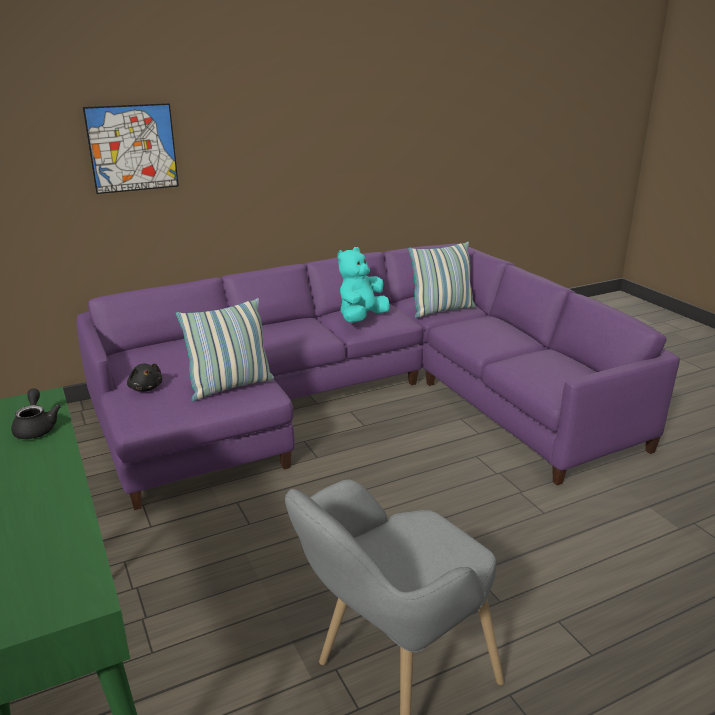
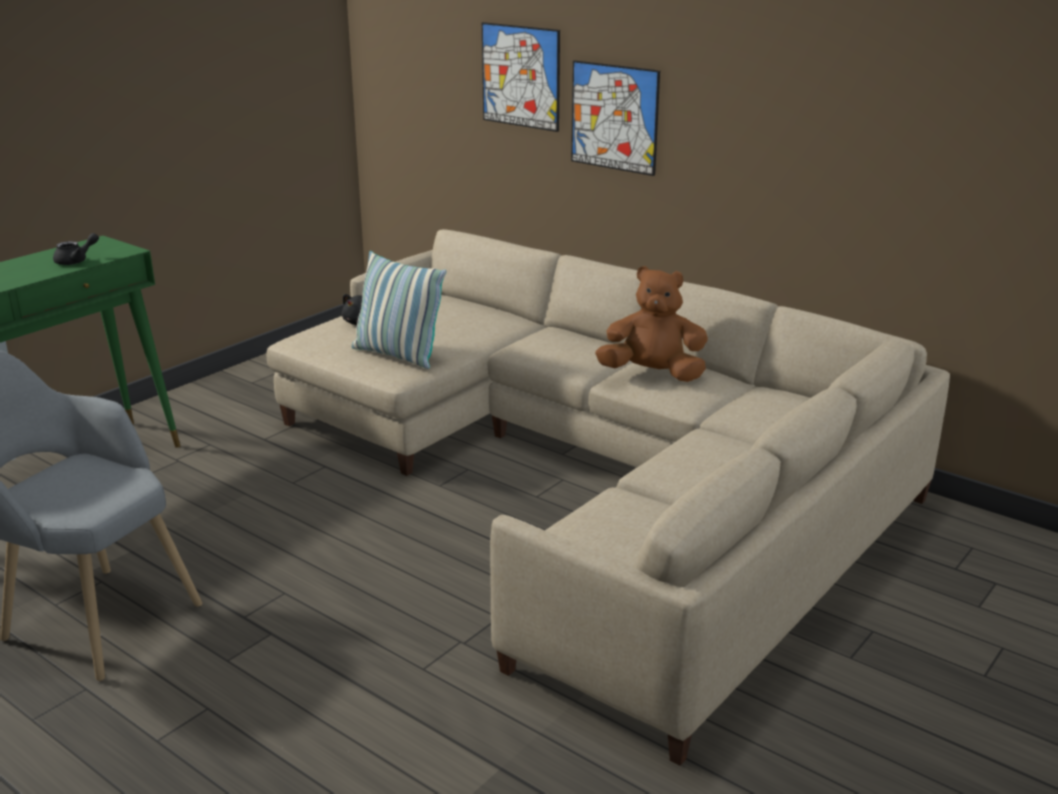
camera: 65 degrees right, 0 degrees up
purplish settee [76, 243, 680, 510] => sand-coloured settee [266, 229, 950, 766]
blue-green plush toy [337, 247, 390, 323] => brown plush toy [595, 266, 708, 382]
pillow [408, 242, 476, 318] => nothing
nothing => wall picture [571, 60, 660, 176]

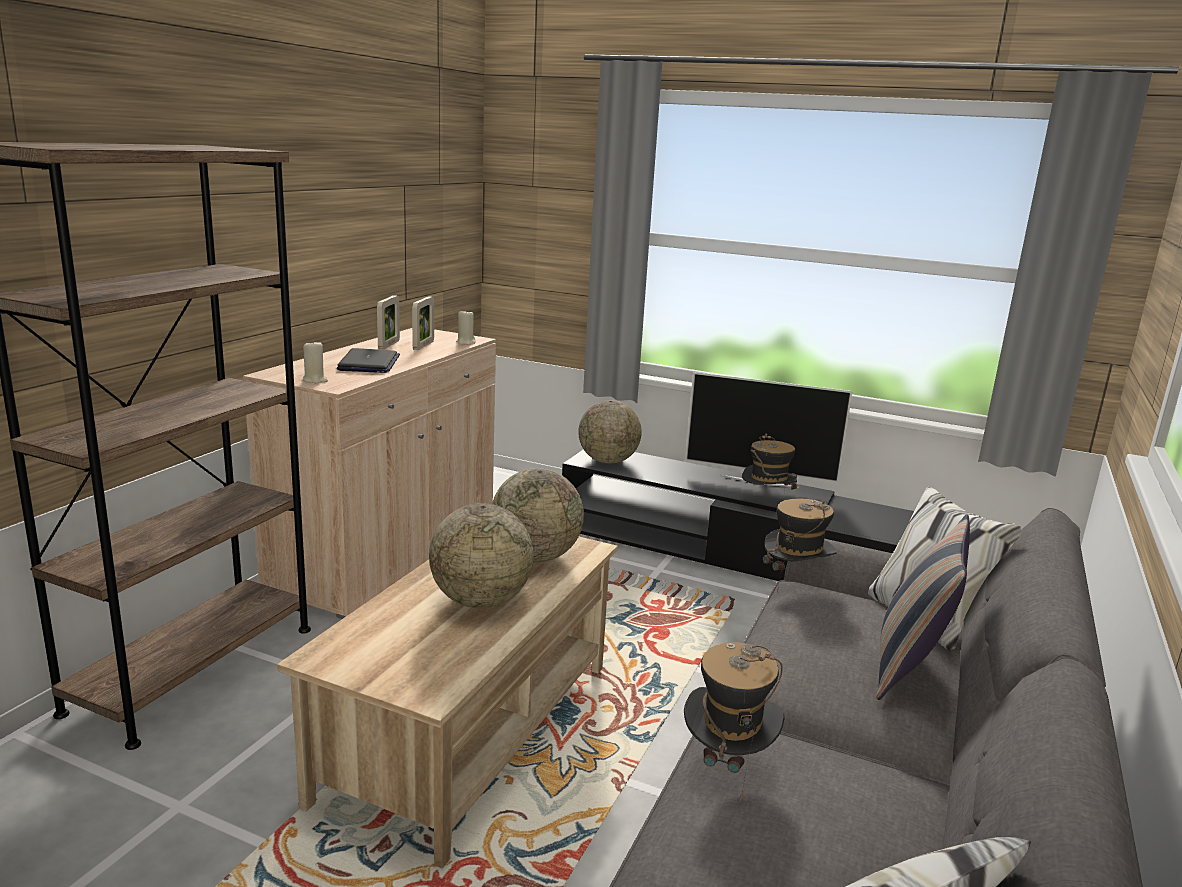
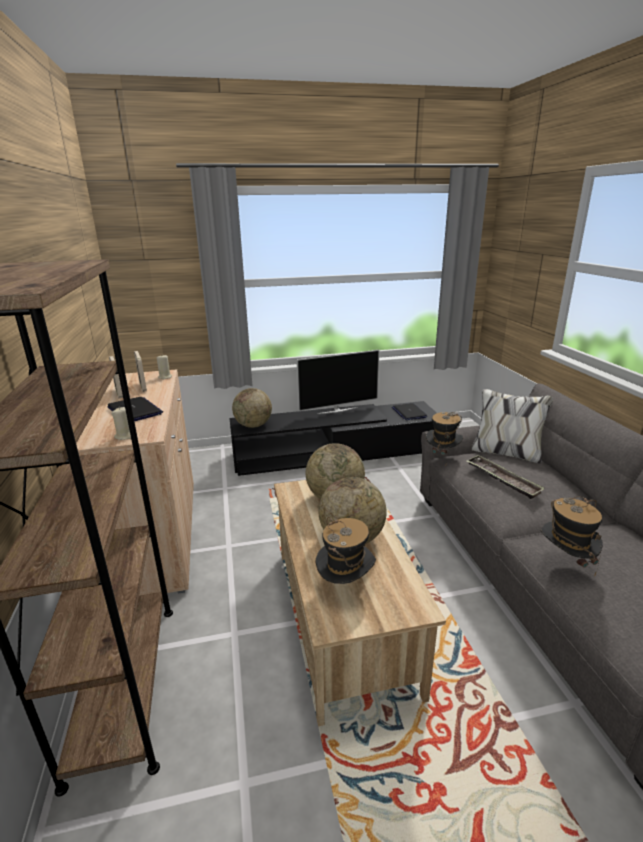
camera: 35 degrees left, 5 degrees up
clothing hat [742, 434, 797, 495] => clothing hat [316, 517, 376, 584], shifted
pillow [876, 514, 970, 700] => nothing
nothing => notebook computer [392, 403, 427, 420]
nothing => carrying tray [467, 455, 545, 499]

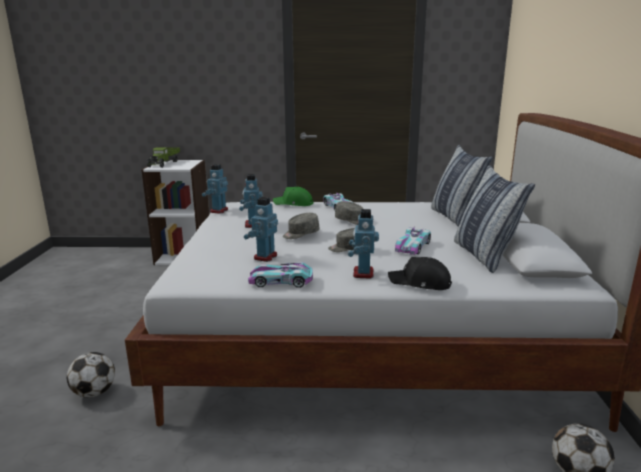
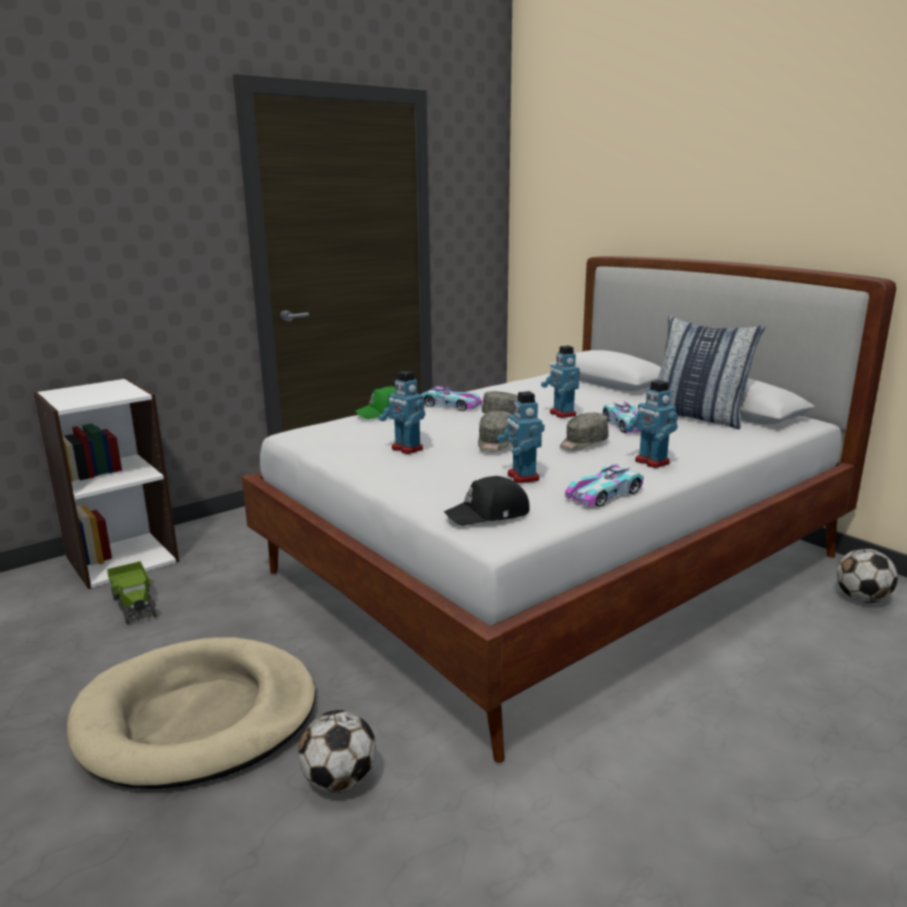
camera: 40 degrees left, 0 degrees up
model truck [146, 147, 180, 168] => model truck [107, 561, 157, 624], shifted
robot figure [202, 164, 228, 214] => robot figure [541, 345, 580, 418], shifted
black-coloured cap [388, 257, 452, 290] => black-coloured cap [444, 476, 530, 526], shifted
pillow [431, 145, 493, 226] => nothing
nothing => sand-coloured dog cushion [67, 637, 316, 789]

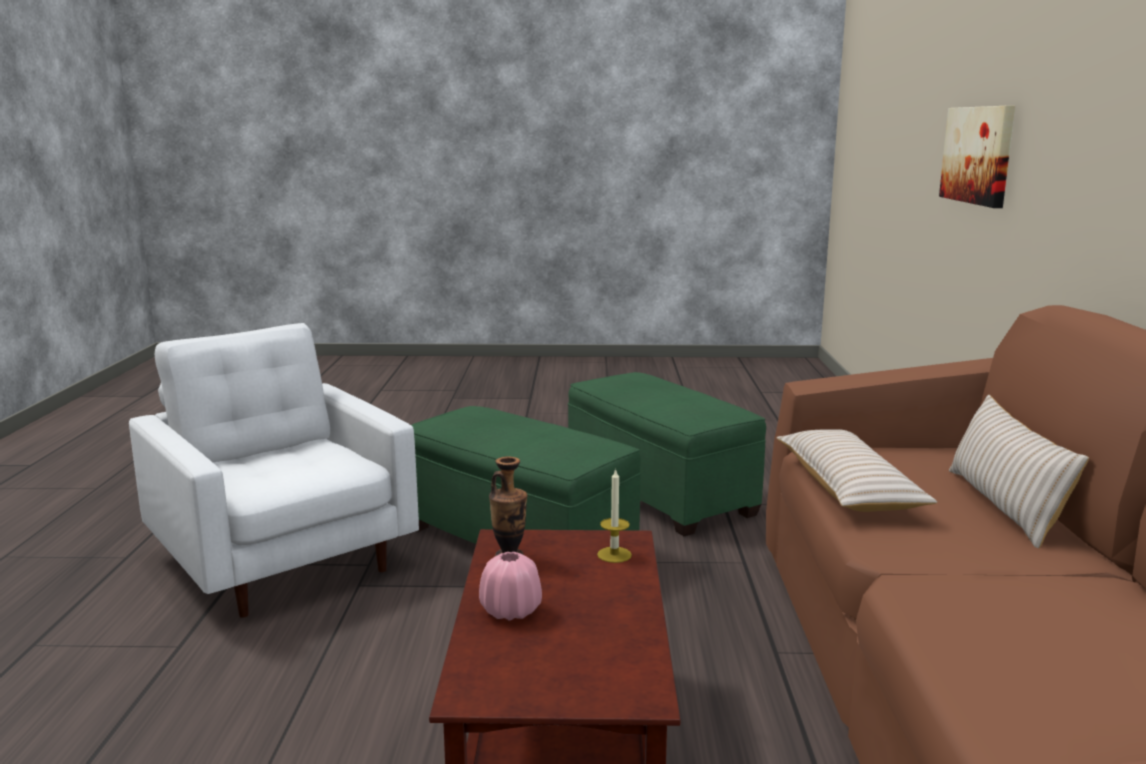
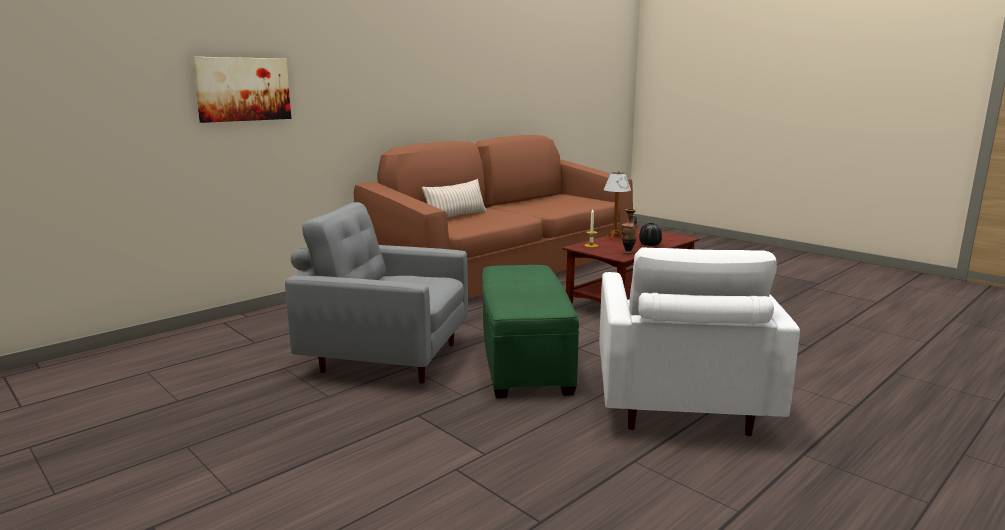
camera: 135 degrees left, 0 degrees up
pink-coloured decorative vase [479, 552, 542, 621] => black-coloured decorative vase [639, 223, 662, 246]
green-coloured pouffe [568, 372, 766, 536] => gray lounge chair [285, 202, 468, 384]
sand-coloured pillow [777, 429, 937, 512] => nothing
nothing => lamp for a table [604, 171, 631, 240]

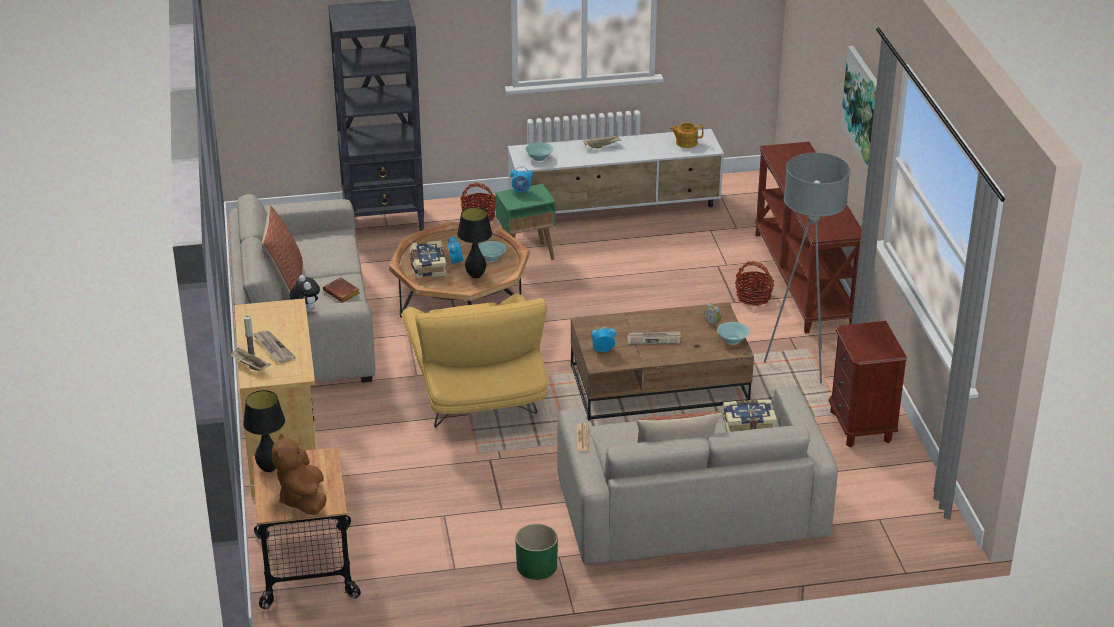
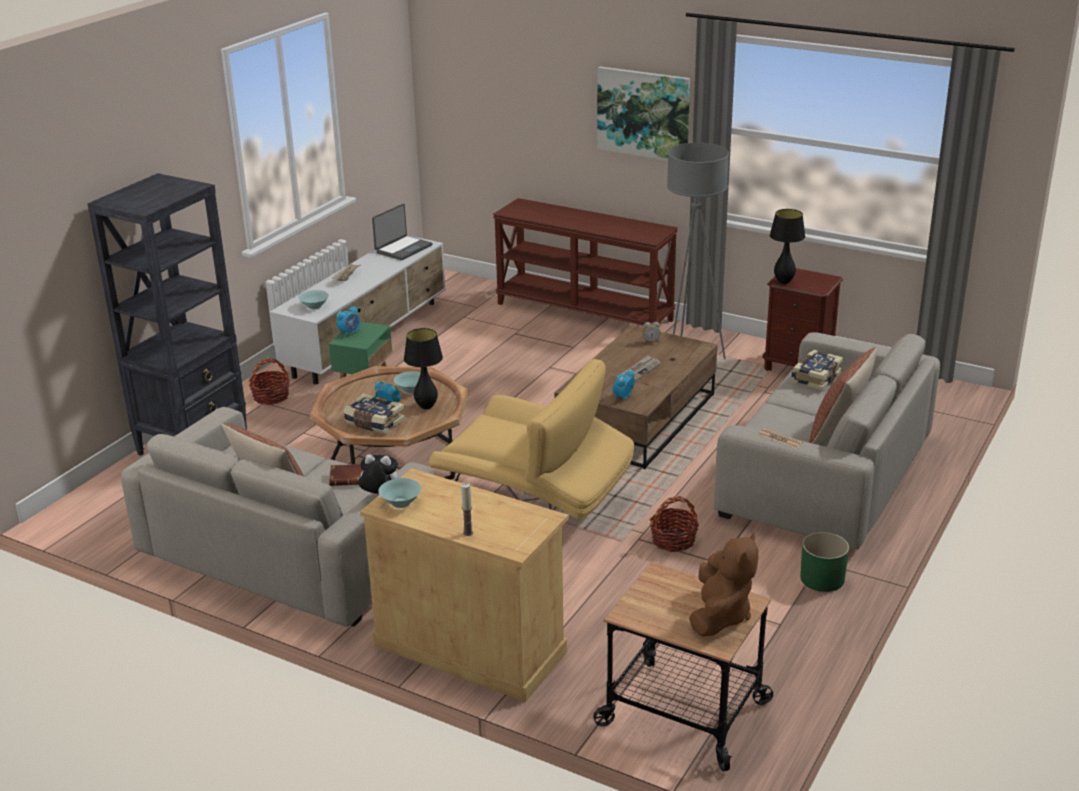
camera: 50 degrees left, 5 degrees down
sand-coloured carrying tray [229, 347, 271, 371] => nothing
black-coloured lamp for a table [243, 390, 285, 472] => black-coloured lamp for a table [770, 209, 805, 284], shifted
printed paper [253, 330, 296, 363] => nothing
brown plush toy [272, 433, 327, 515] => brown plush toy [689, 533, 758, 637], 105 degrees counterclockwise
tea pot [670, 123, 704, 148] => notebook computer [372, 204, 433, 260]
blue-green serving bowl [717, 322, 749, 344] => blue-green serving bowl [378, 478, 421, 508], shifted
basket [735, 261, 774, 306] => basket [650, 496, 699, 552], shifted

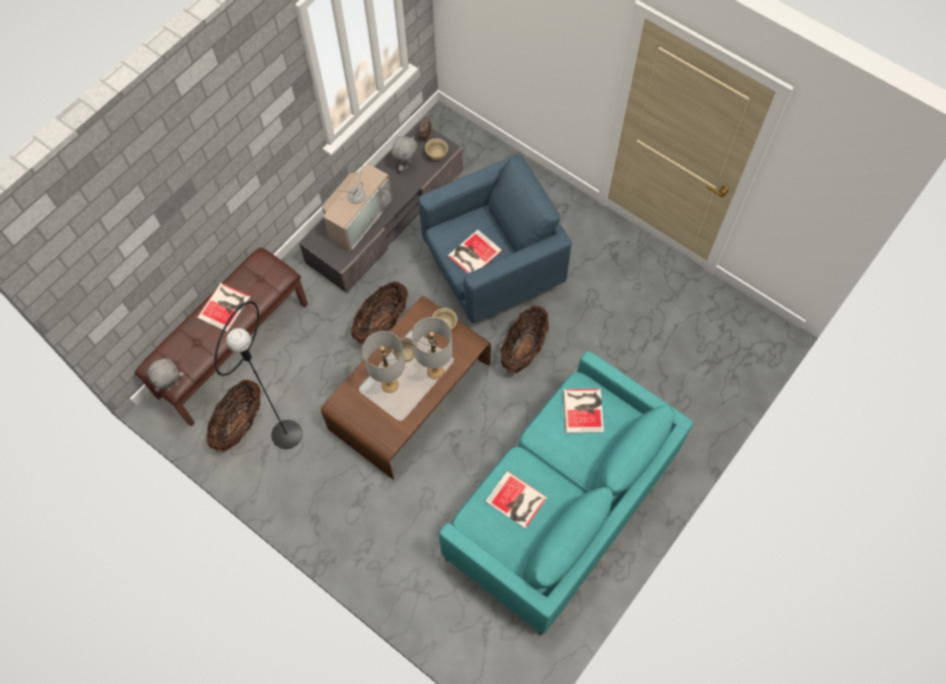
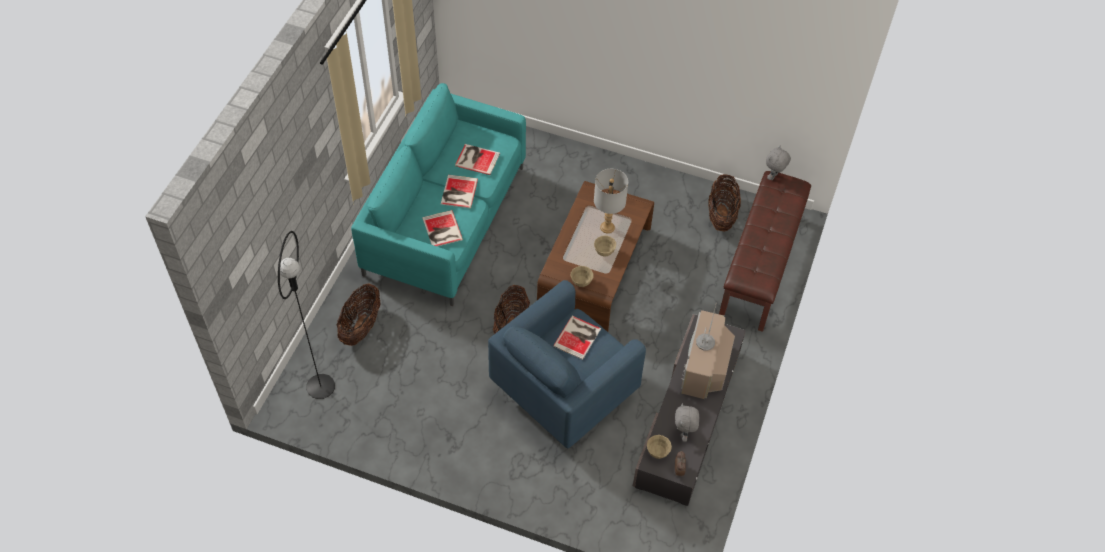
camera: 160 degrees right, 10 degrees down
book [197, 283, 250, 332] => book [441, 175, 478, 208], shifted
black-coloured standing lamp [214, 301, 302, 449] => black-coloured standing lamp [278, 231, 335, 399], shifted
basket [351, 282, 408, 344] => basket [337, 283, 381, 346], shifted
gray lamp for a table [412, 317, 453, 379] => nothing

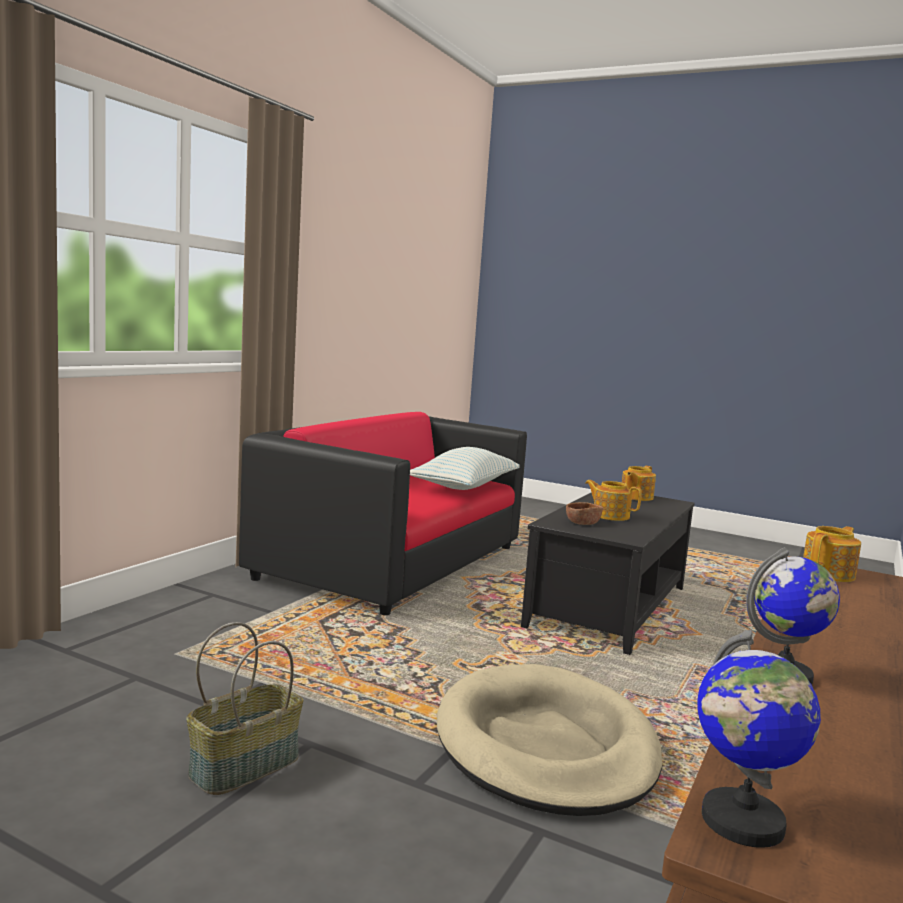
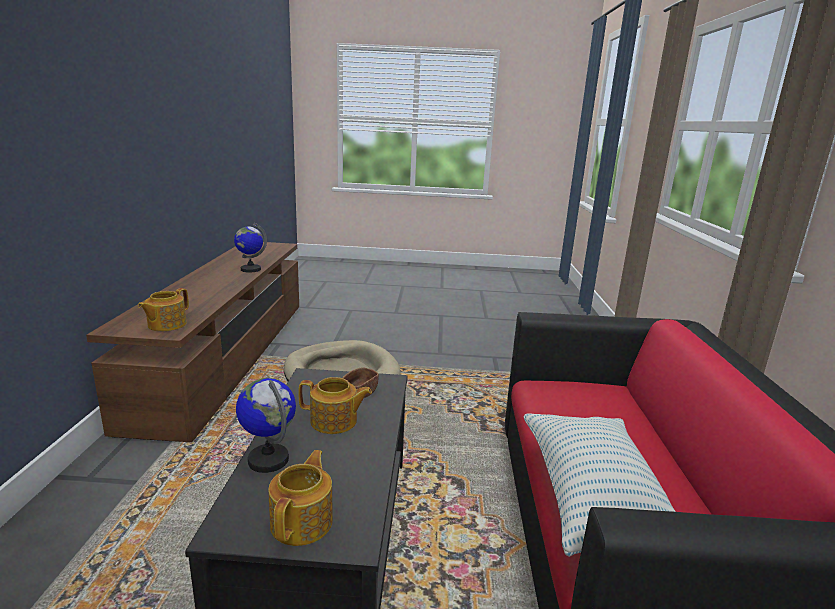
camera: 155 degrees right, 10 degrees up
basket [187, 622, 303, 795] => nothing
globe [697, 630, 821, 848] => globe [236, 378, 296, 473], shifted

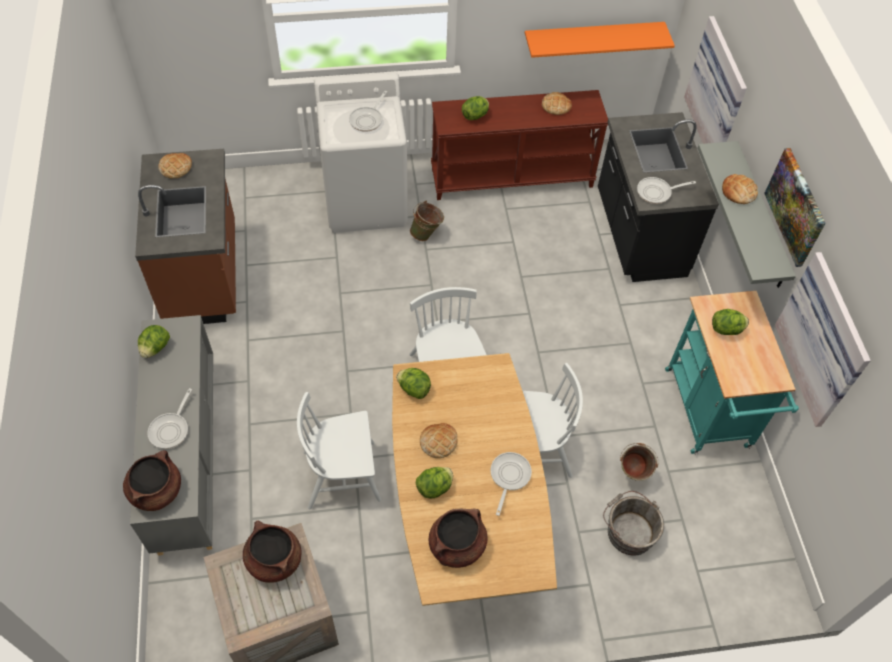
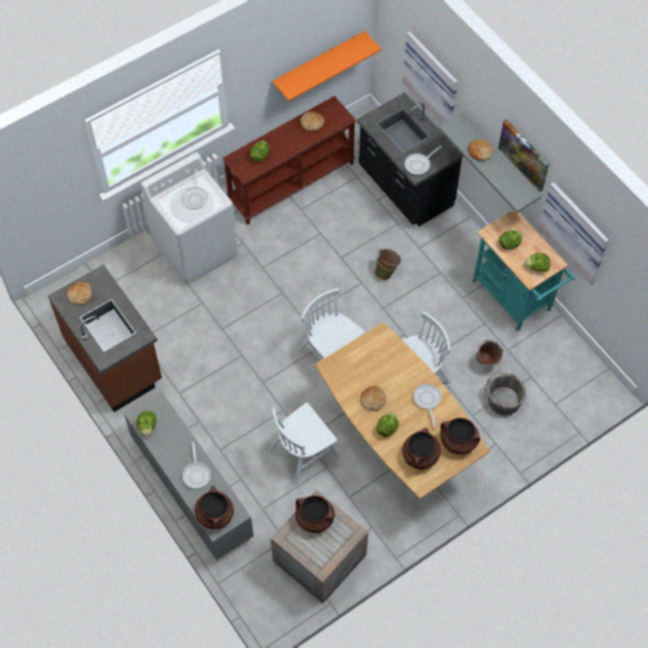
camera: 25 degrees left, 5 degrees up
lettuce head [396, 368, 431, 399] => lettuce head [525, 253, 550, 272], shifted
green-coloured pail [410, 201, 444, 241] => green-coloured pail [375, 249, 401, 280], shifted
nothing => brown stockpot [440, 418, 480, 455]

